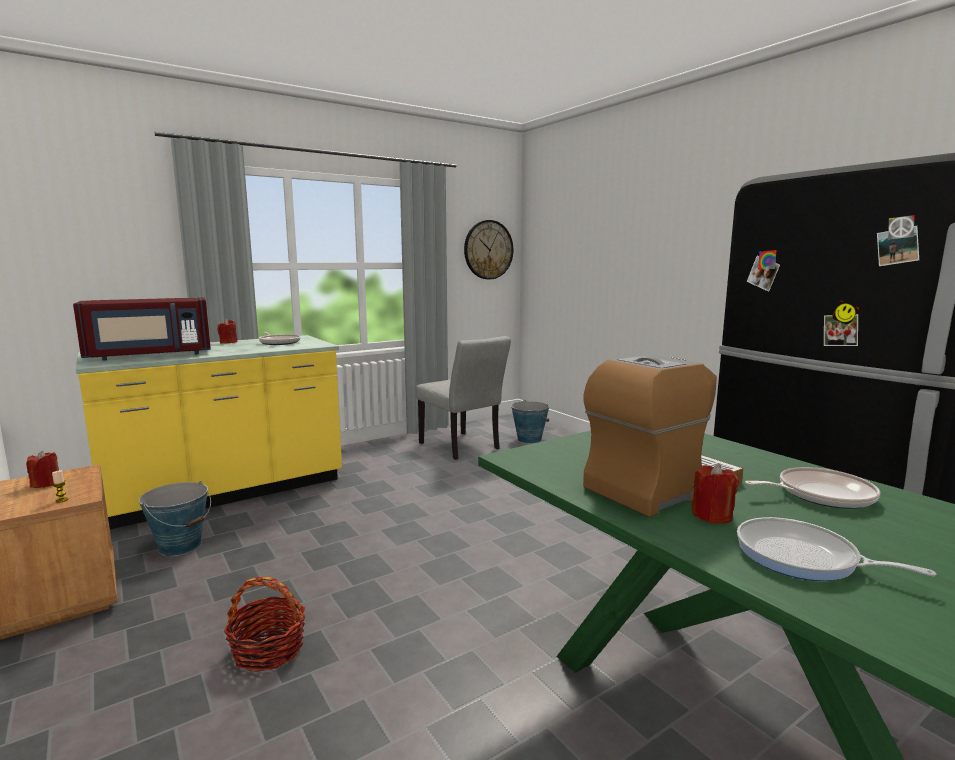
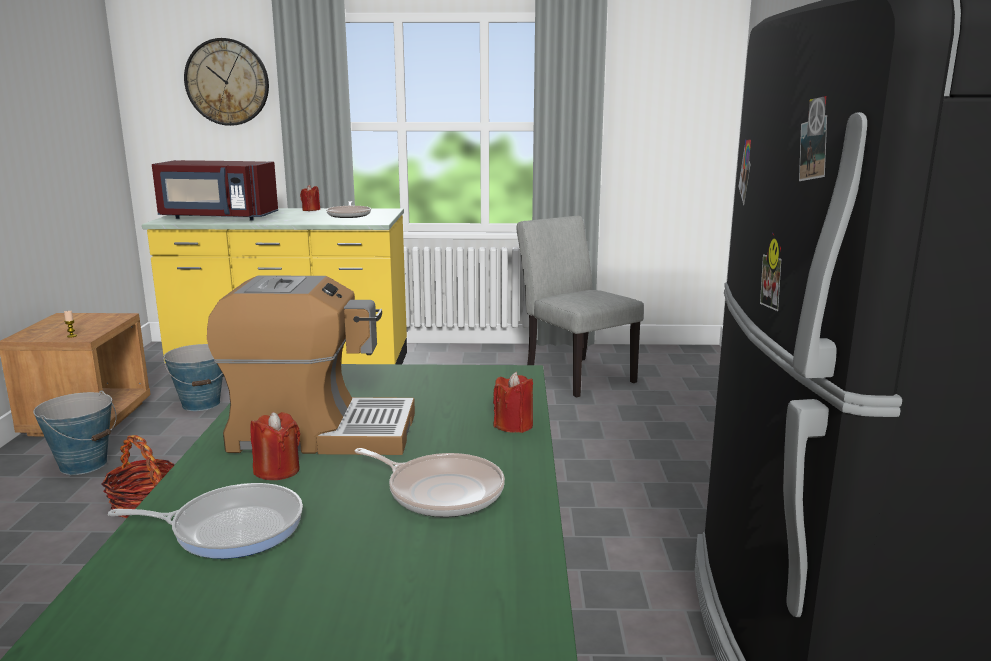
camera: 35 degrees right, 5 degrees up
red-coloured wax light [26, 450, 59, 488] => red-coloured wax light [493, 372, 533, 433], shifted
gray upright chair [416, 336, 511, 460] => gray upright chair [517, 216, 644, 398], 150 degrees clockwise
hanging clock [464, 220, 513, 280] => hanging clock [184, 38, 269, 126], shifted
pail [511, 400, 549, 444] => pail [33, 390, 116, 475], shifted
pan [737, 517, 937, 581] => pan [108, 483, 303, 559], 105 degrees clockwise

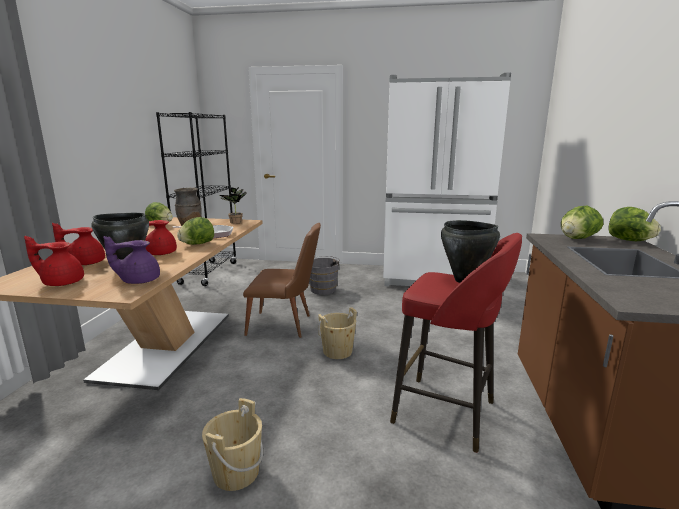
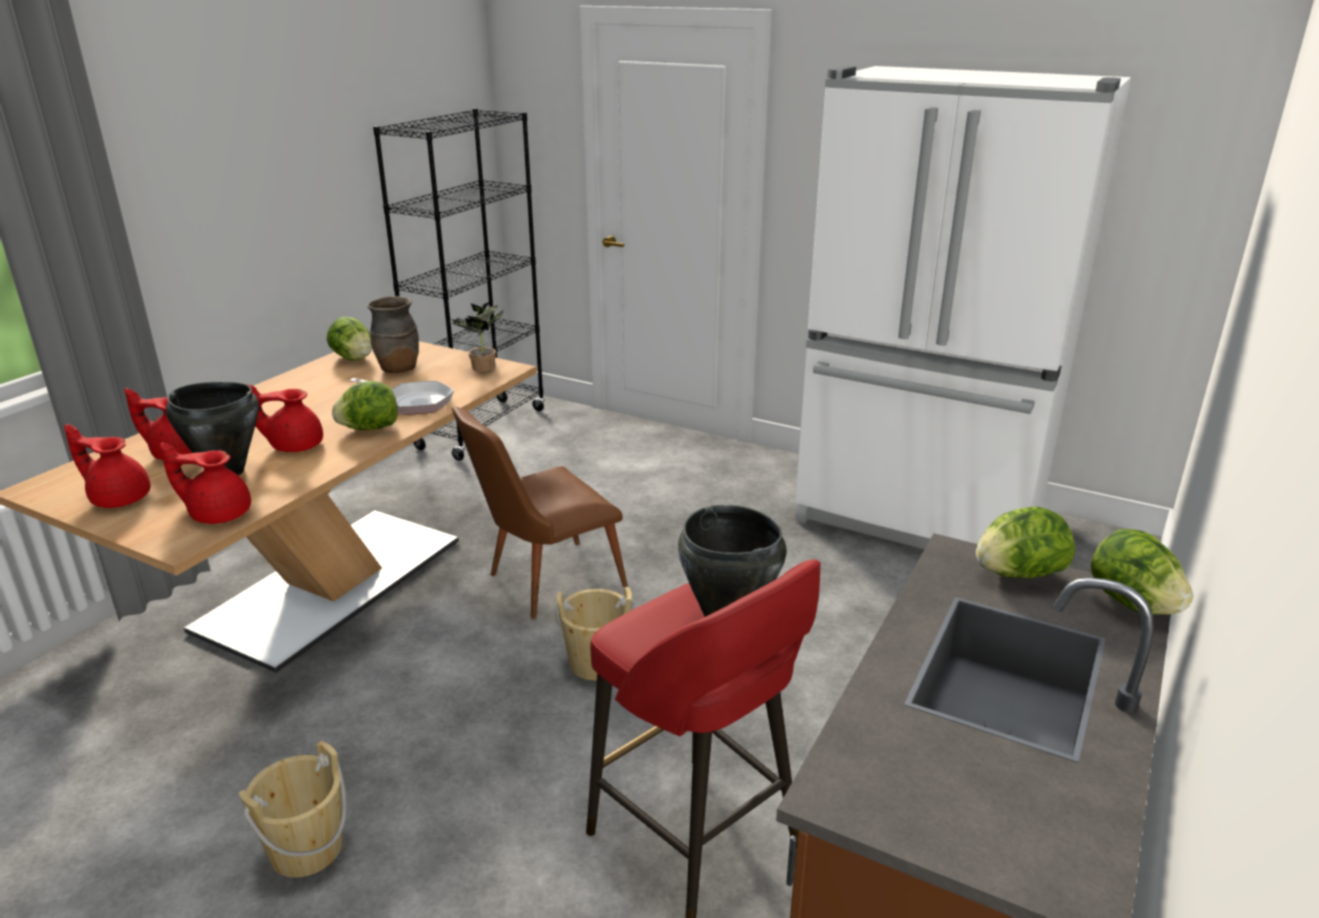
camera: 20 degrees right, 10 degrees up
purplish tea pot [103, 236, 160, 284] => red-coloured tea pot [160, 442, 251, 524]
brown upright chair [243, 223, 321, 338] => brown upright chair [452, 406, 628, 619], 120 degrees clockwise
gray pail [309, 256, 341, 295] => nothing

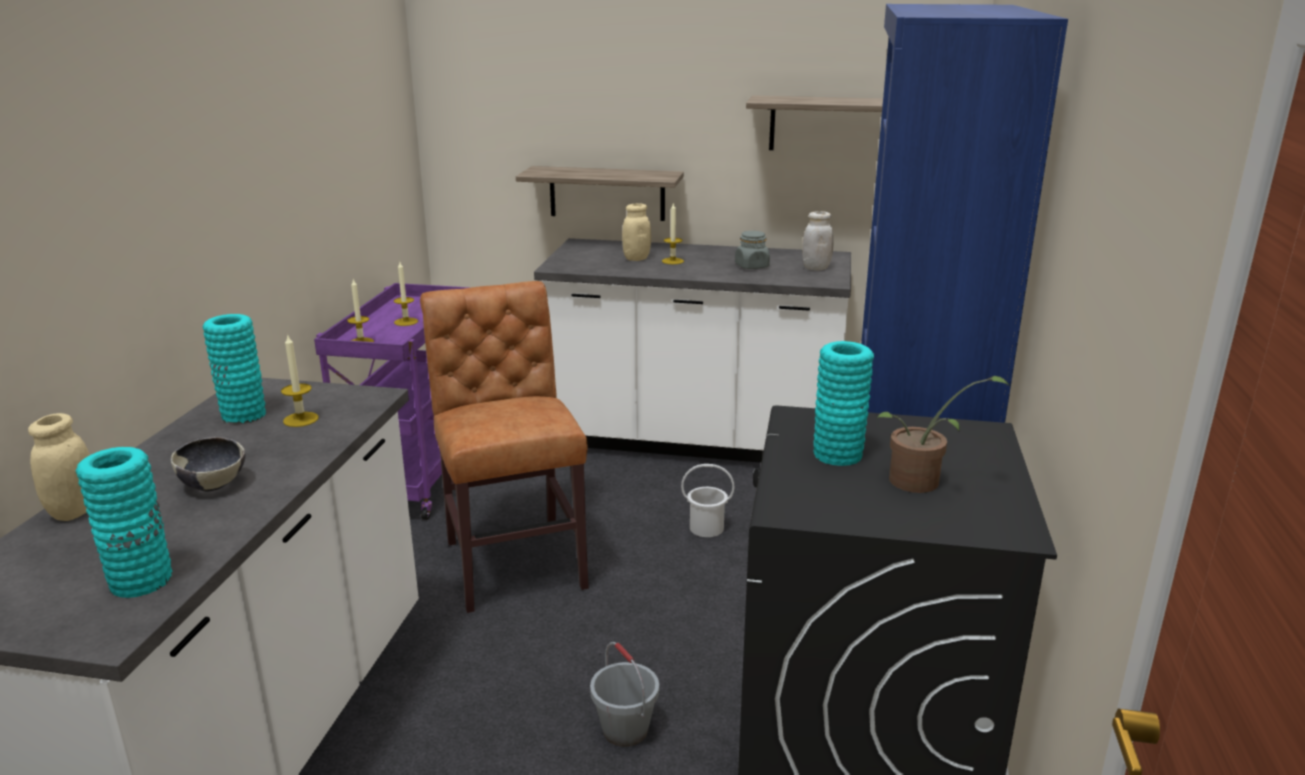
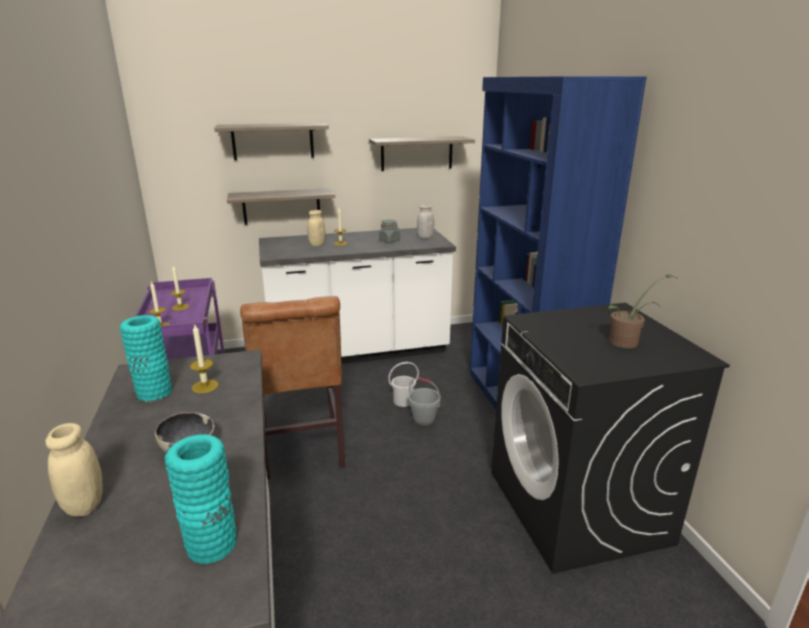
camera: 25 degrees left, 0 degrees up
brown upright chair [420, 281, 589, 613] => brown upright chair [240, 296, 345, 480], 150 degrees counterclockwise
gray pail [590, 642, 659, 747] => gray pail [408, 377, 441, 426], shifted
blue-green decorative vase [813, 341, 874, 466] => nothing
nothing => shelf [214, 123, 329, 160]

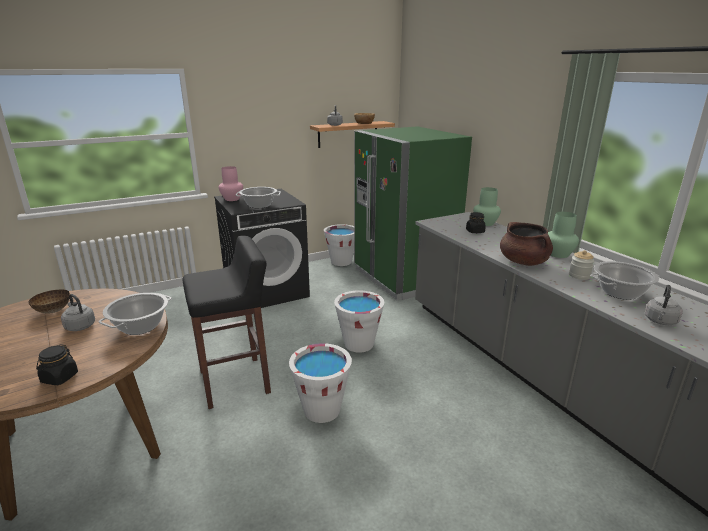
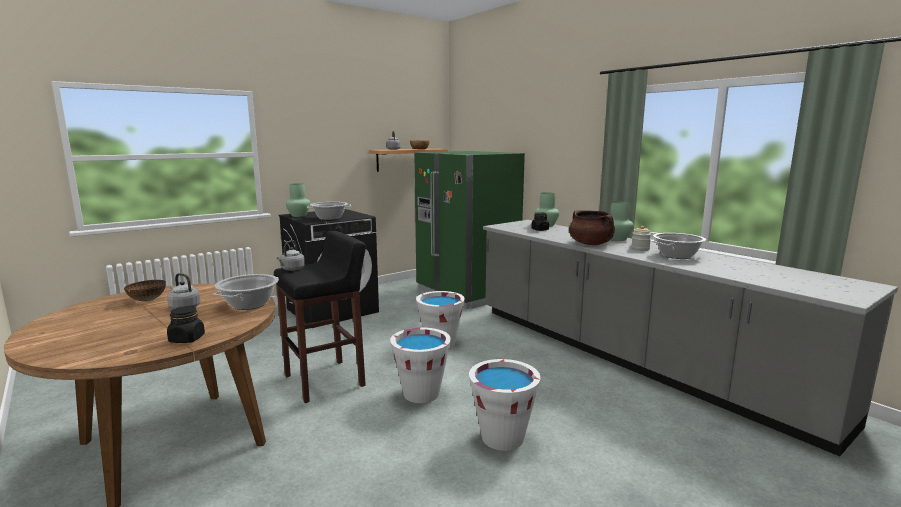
camera: 10 degrees left, 10 degrees down
pink-coloured decorative vase [219, 166, 243, 201] => green-coloured decorative vase [286, 183, 311, 217]
white-coloured pail [324, 224, 354, 266] => white-coloured pail [469, 359, 541, 451], shifted
gray water kettle [645, 285, 683, 325] => gray water kettle [277, 240, 305, 271], shifted

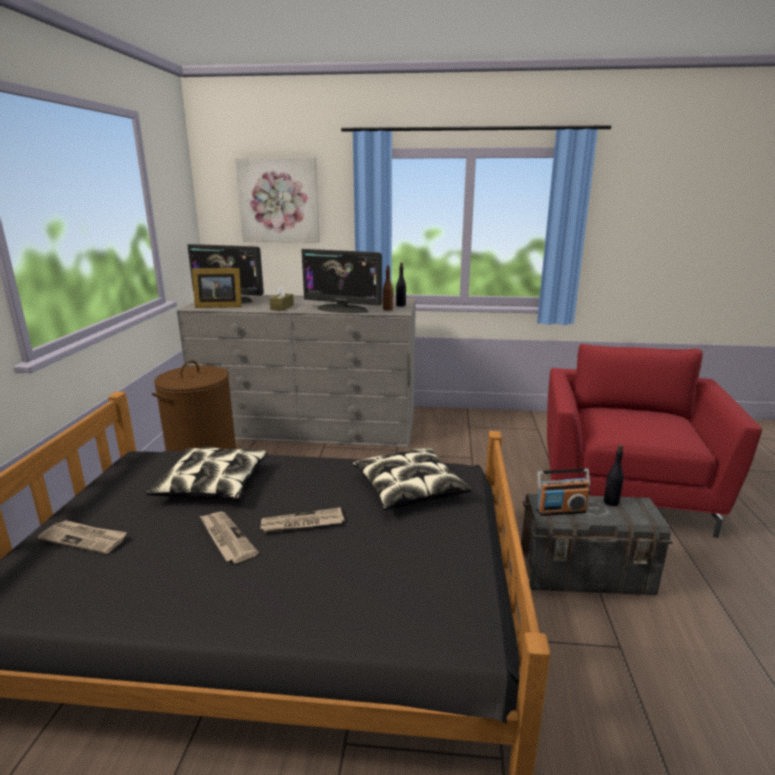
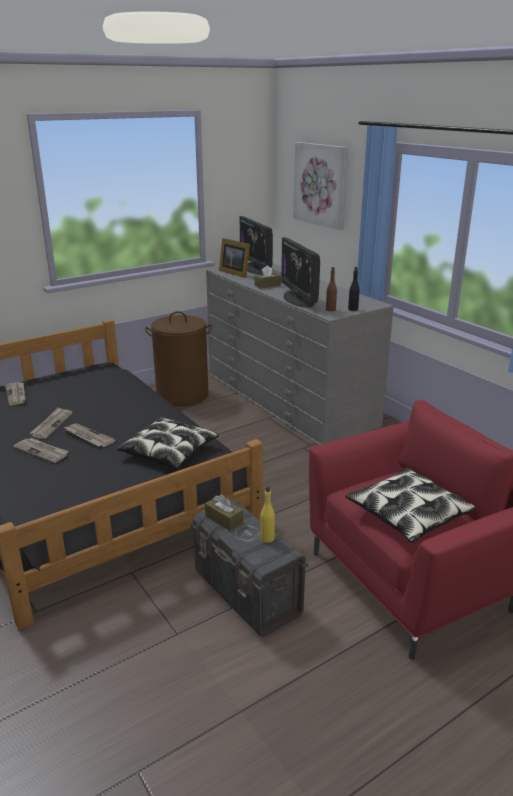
camera: 50 degrees right, 5 degrees up
pillow [146, 446, 268, 500] => pillow [345, 468, 476, 543], shifted
radio set [536, 468, 591, 516] => brown box of tissues [205, 494, 243, 531]
black-coloured drink bottle [604, 445, 624, 506] => yellowish drink bottle [260, 486, 275, 543]
nothing => printed paper [14, 438, 69, 463]

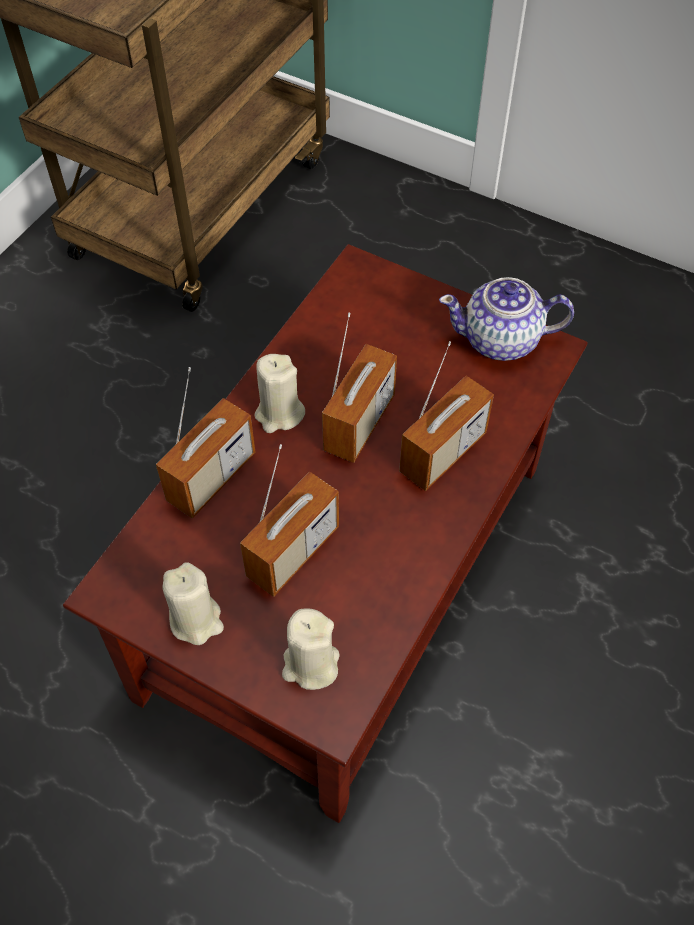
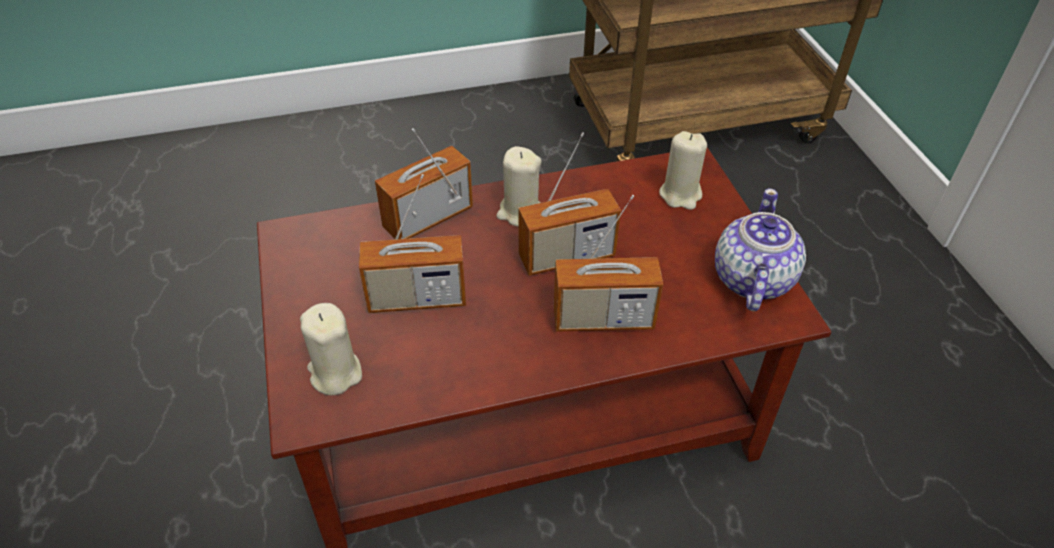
camera: 45 degrees right, 10 degrees down
radio set [156, 367, 256, 518] => radio set [375, 128, 473, 239], 150 degrees clockwise
sand-coloured wax light [162, 562, 224, 645] => sand-coloured wax light [659, 131, 707, 210], shifted
tea pot [439, 277, 574, 361] => tea pot [715, 188, 806, 311], 60 degrees clockwise

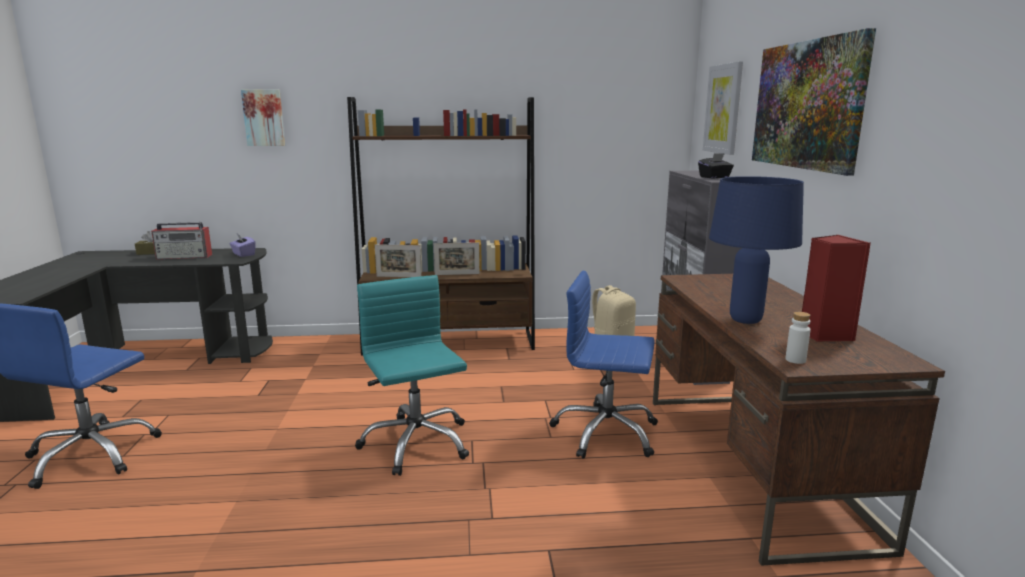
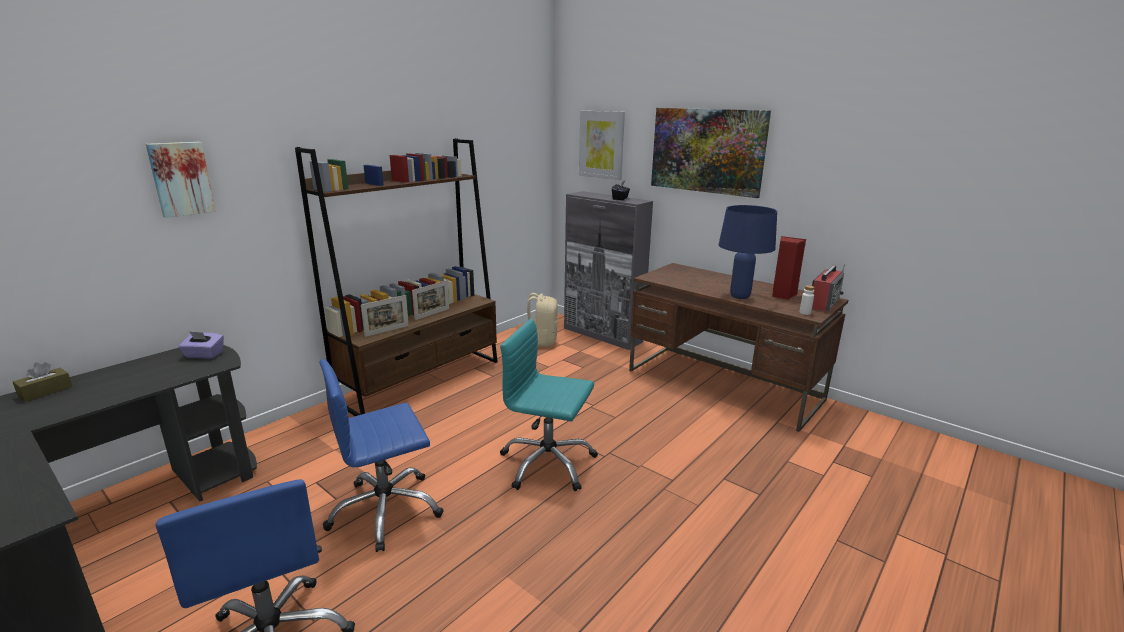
camera: 45 degrees left, 5 degrees up
radio set [151, 222, 212, 259] => radio set [812, 264, 845, 312], shifted
blue-coloured desk chair [549, 271, 658, 459] => blue-coloured desk chair [319, 359, 444, 552], shifted

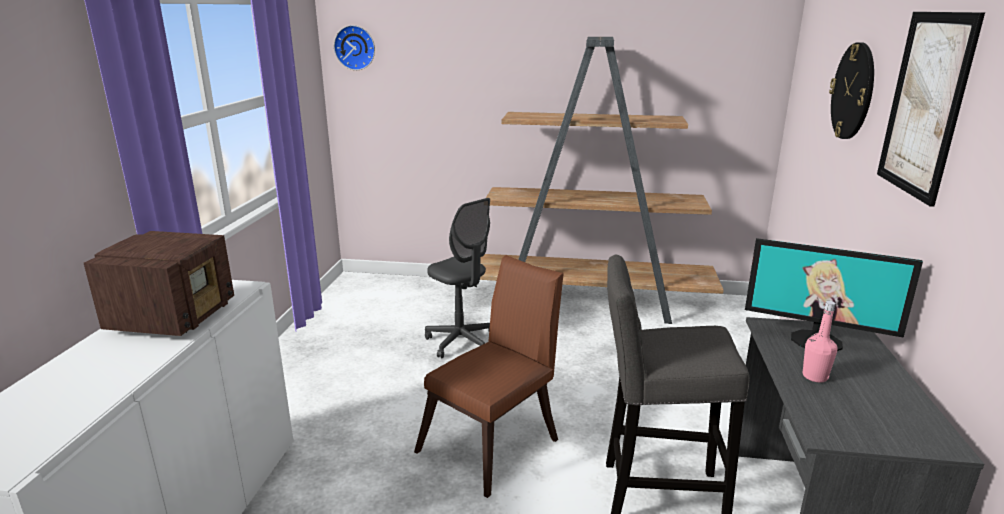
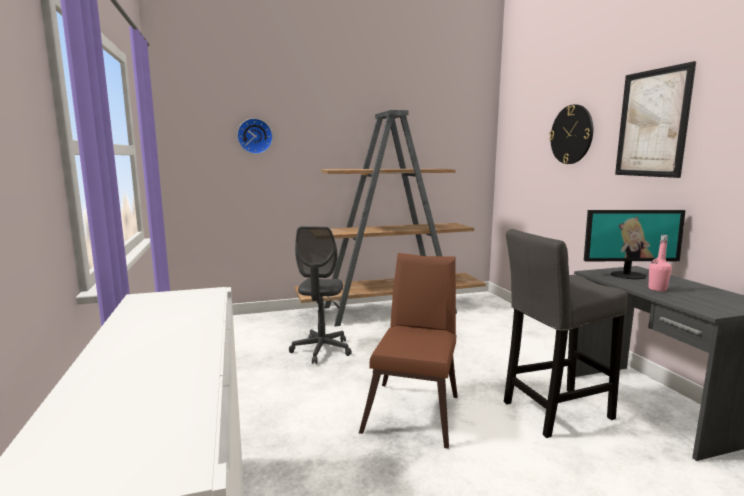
camera: 25 degrees left, 10 degrees down
radio set [84, 231, 234, 336] => nothing
hanging clock [334, 25, 375, 70] => hanging clock [237, 118, 273, 154], shifted
gray desk chair [425, 198, 490, 358] => gray desk chair [289, 226, 352, 364], 75 degrees clockwise

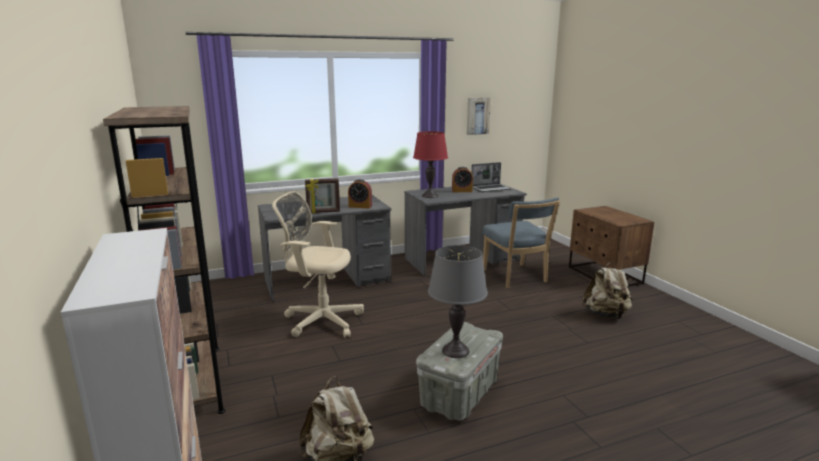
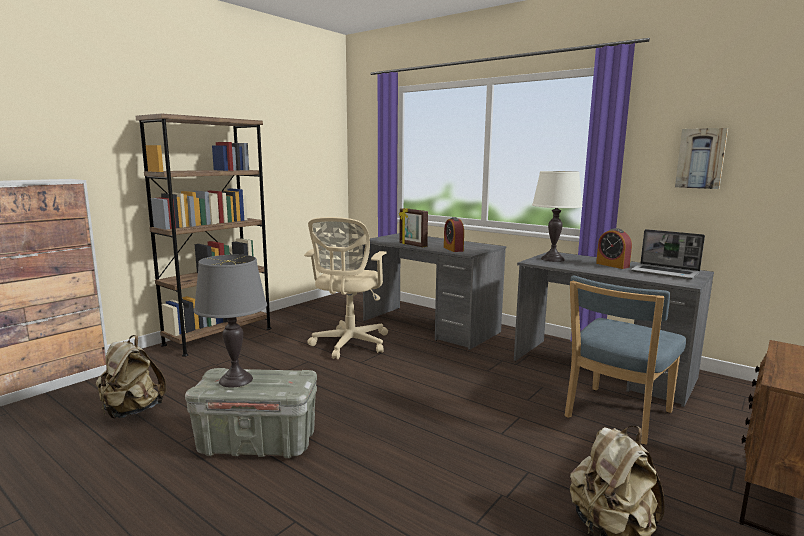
camera: 60 degrees right, 5 degrees down
sand-coloured desk chair [272, 191, 364, 338] => sand-coloured desk chair [304, 217, 388, 359], 150 degrees counterclockwise
red-coloured lamp for a table [413, 131, 448, 198] => white-coloured lamp for a table [532, 171, 583, 262]

